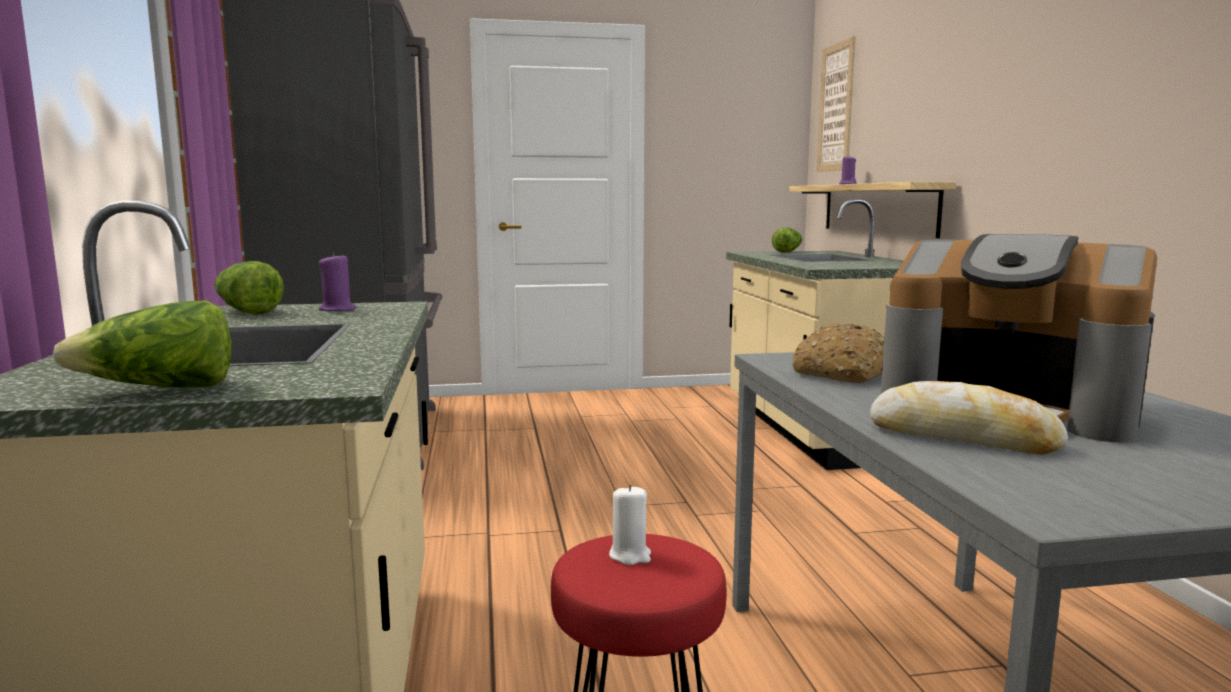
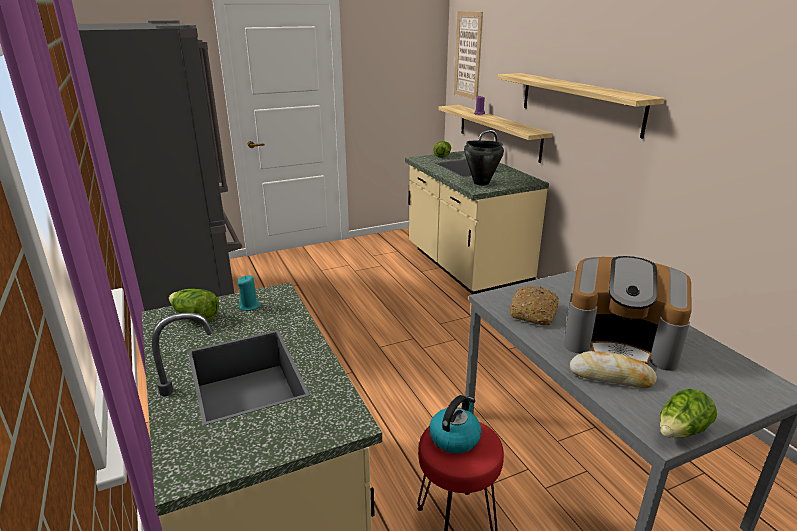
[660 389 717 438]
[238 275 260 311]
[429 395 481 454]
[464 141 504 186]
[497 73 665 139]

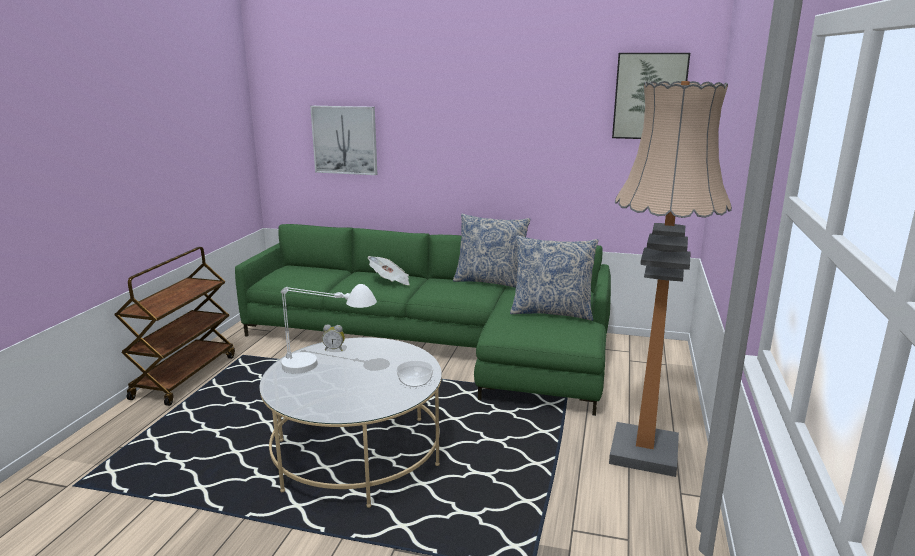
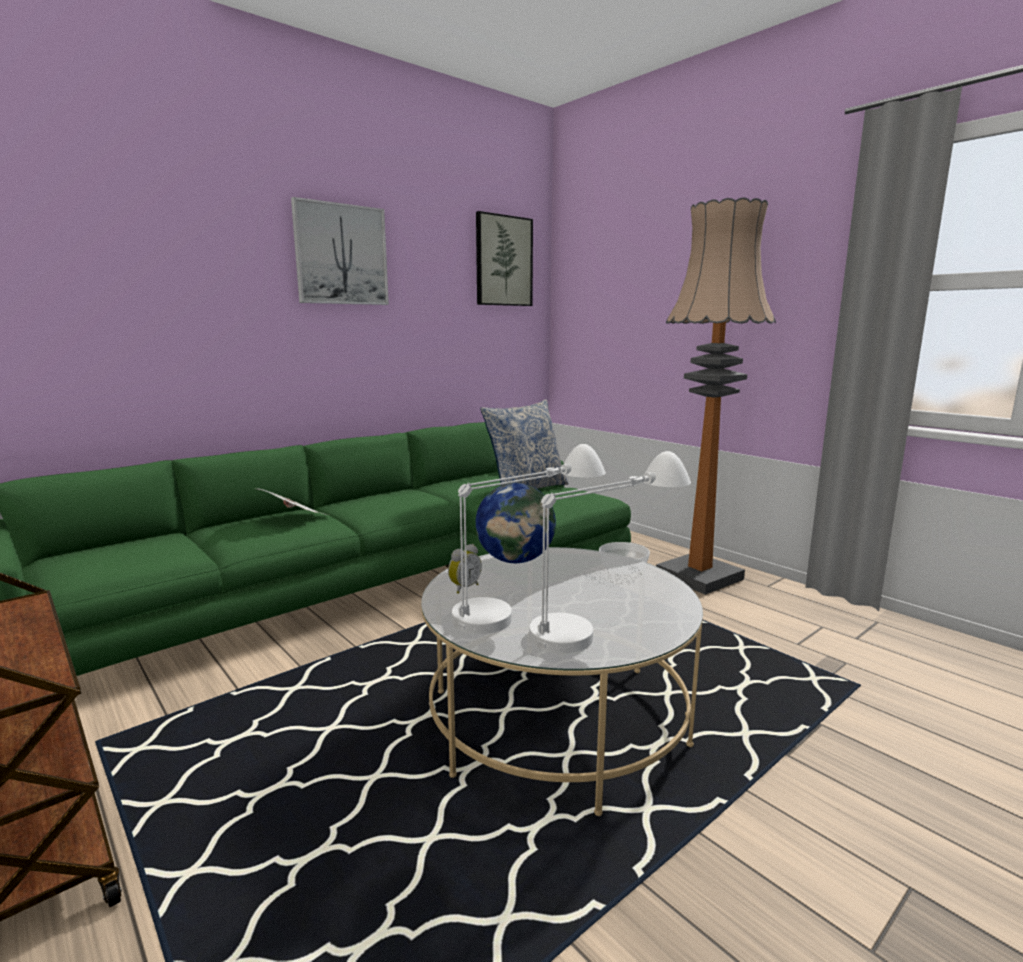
[291 197 389 305]
[453 214 530 288] (first image)
[475 483 556 563]
[529 451 691 653]

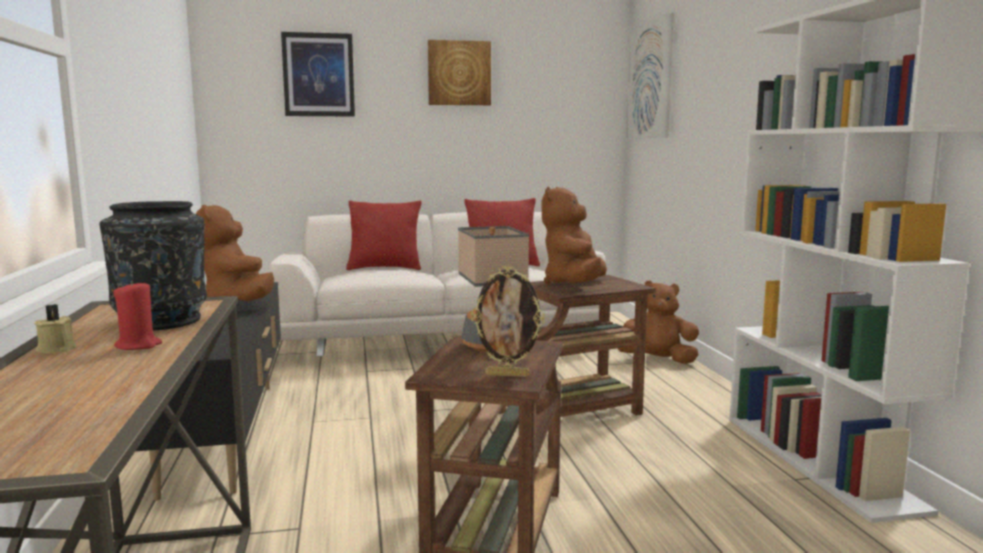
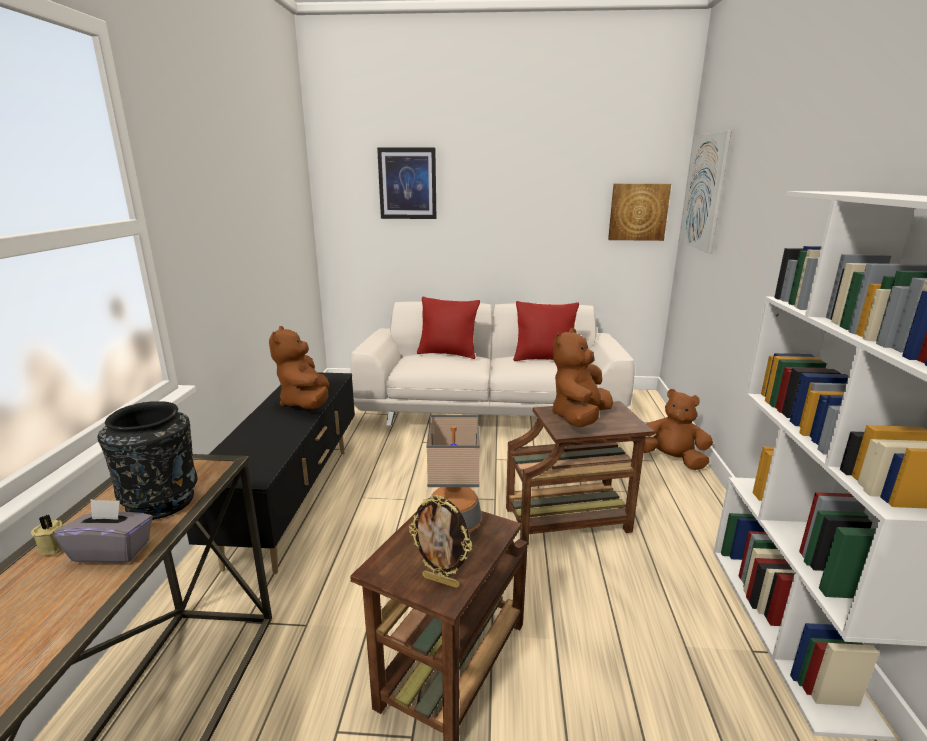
[54 499 153 563]
[608 184 671 241]

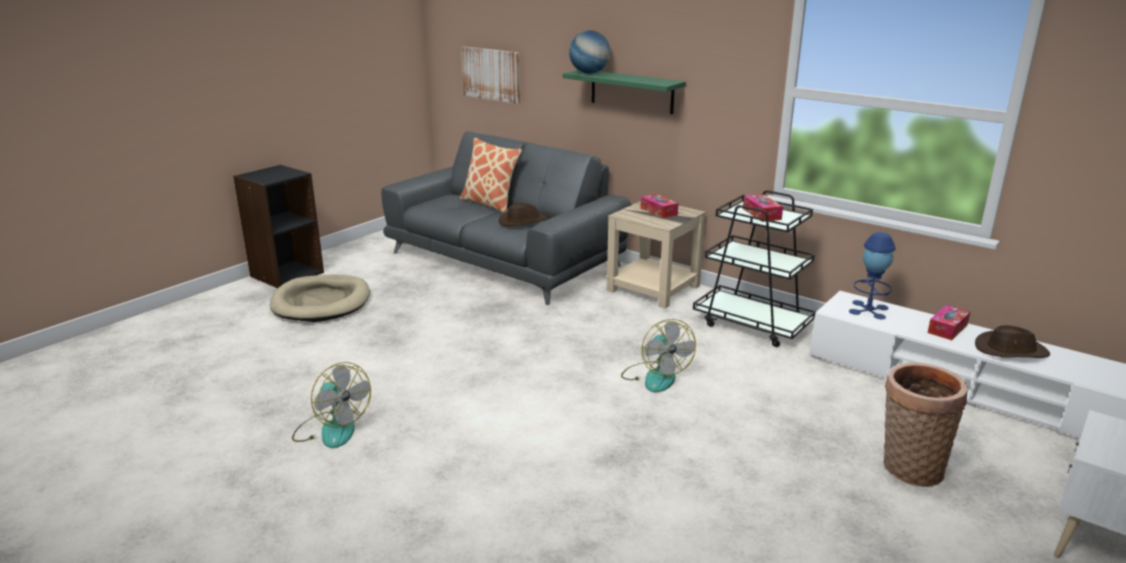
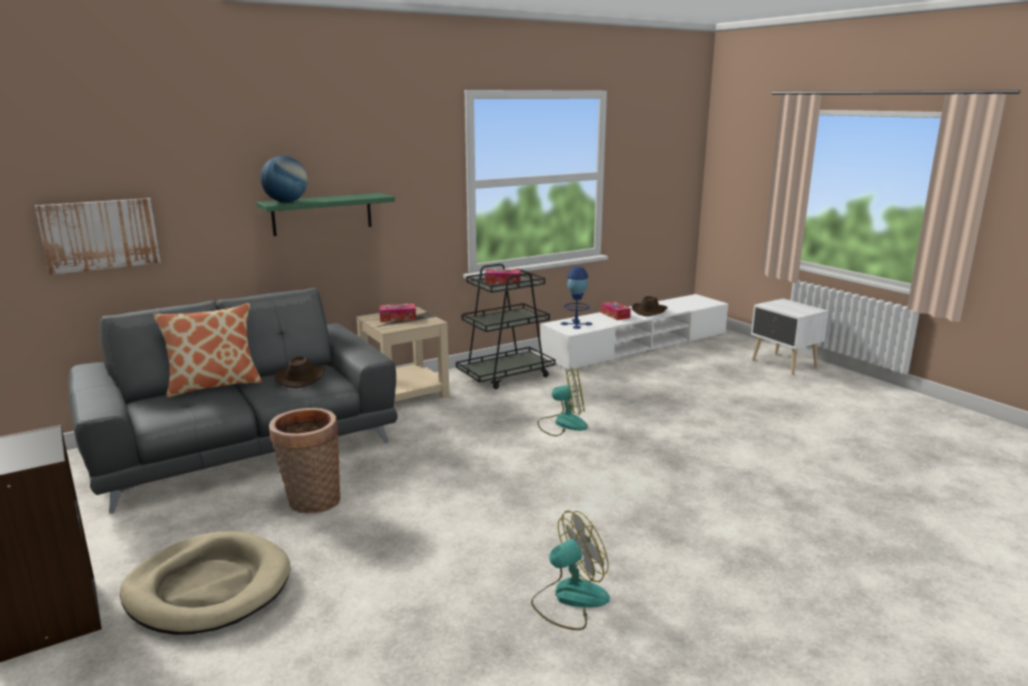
[269 408 341 513]

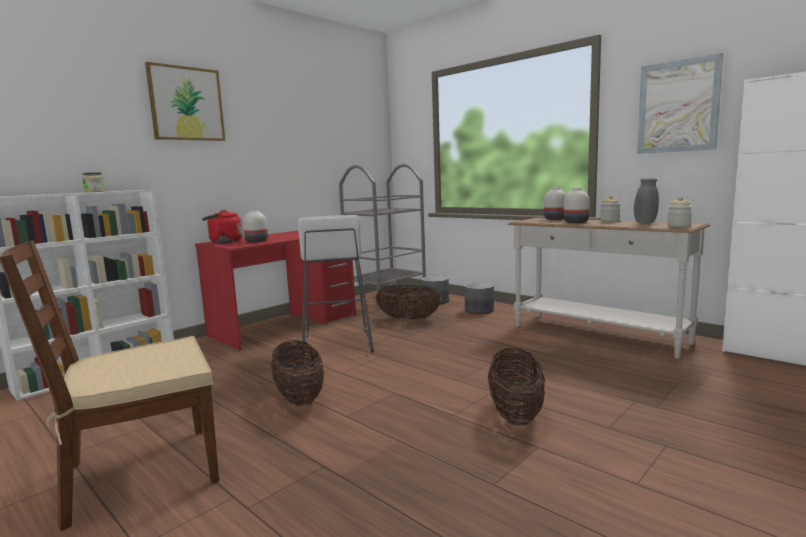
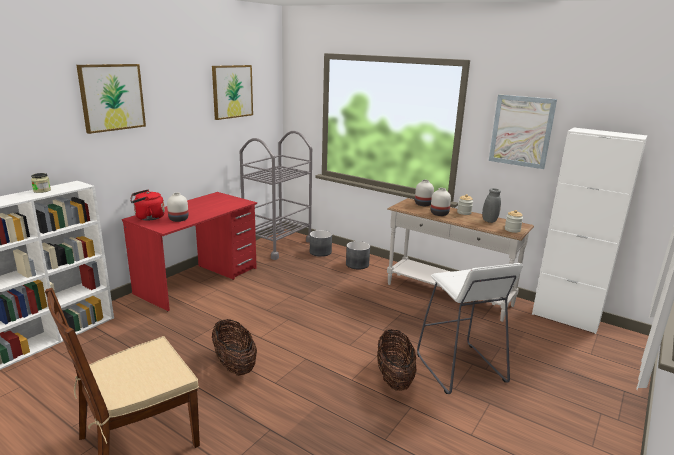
[417 263 523 394]
[376 285 441 320] (first image)
[212 65 253 120]

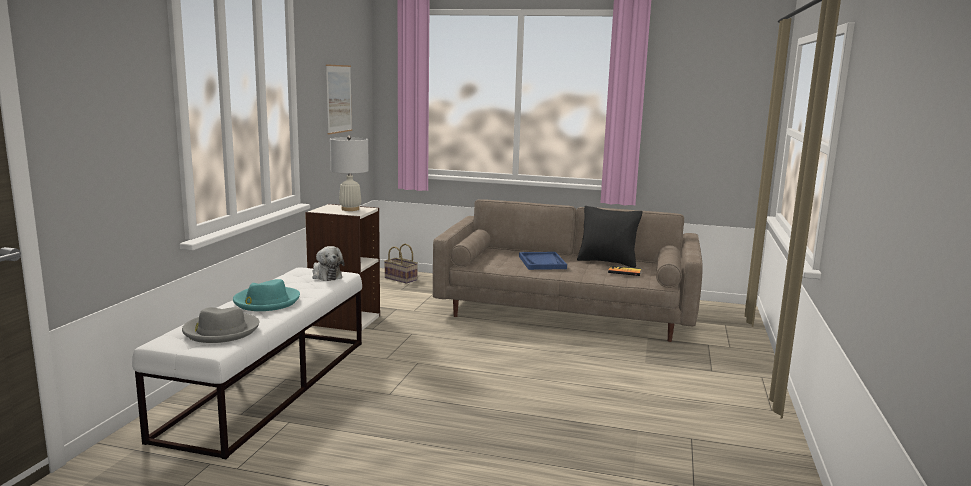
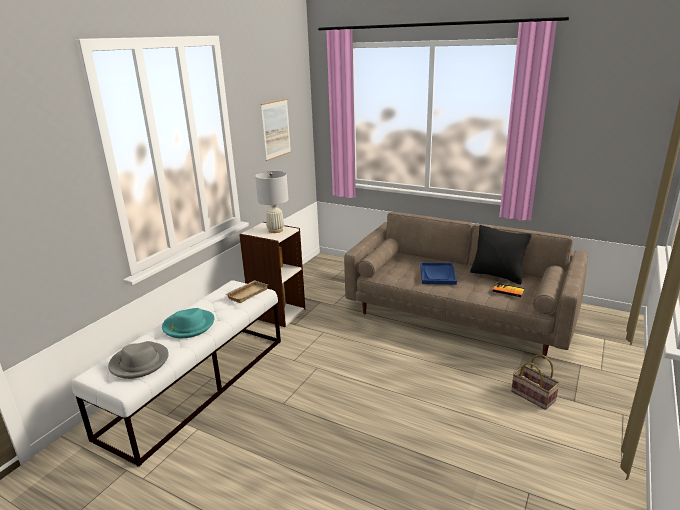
[225 280 268 303]
[511 354 560 410]

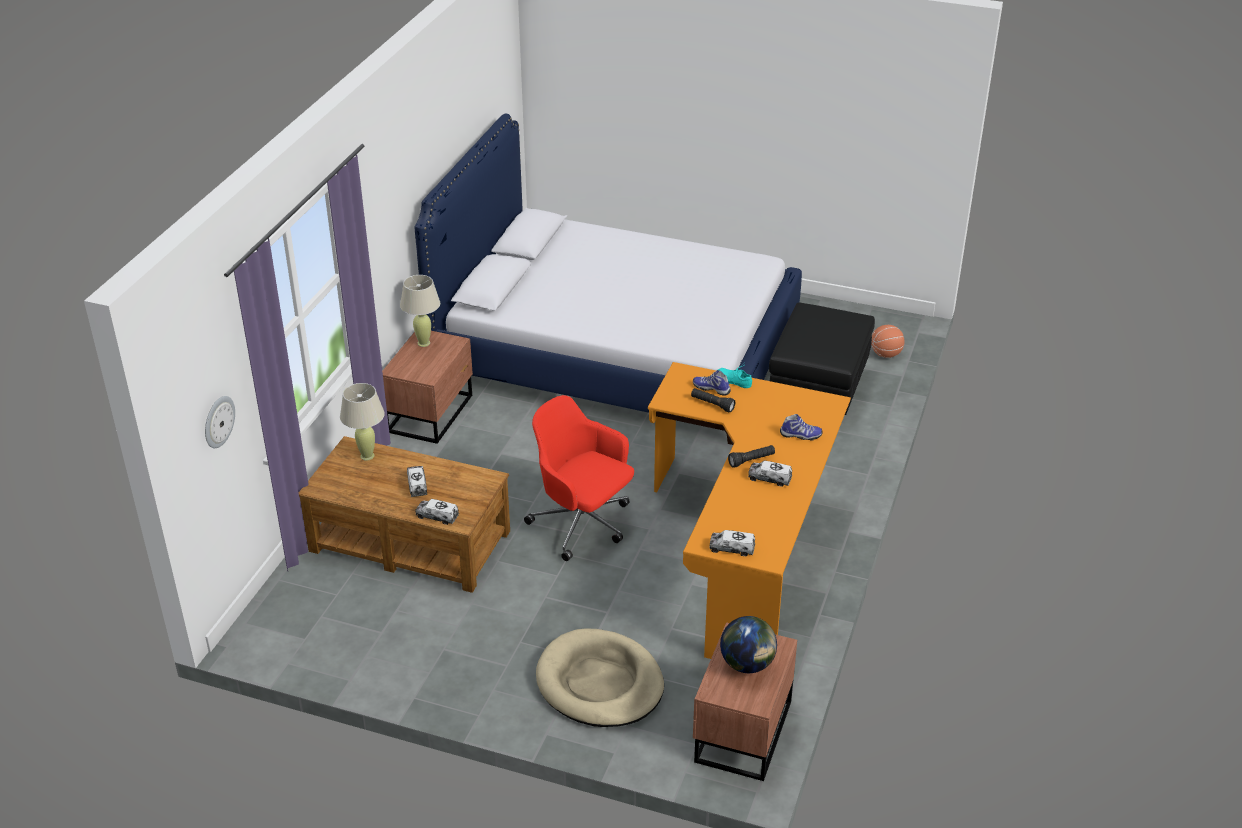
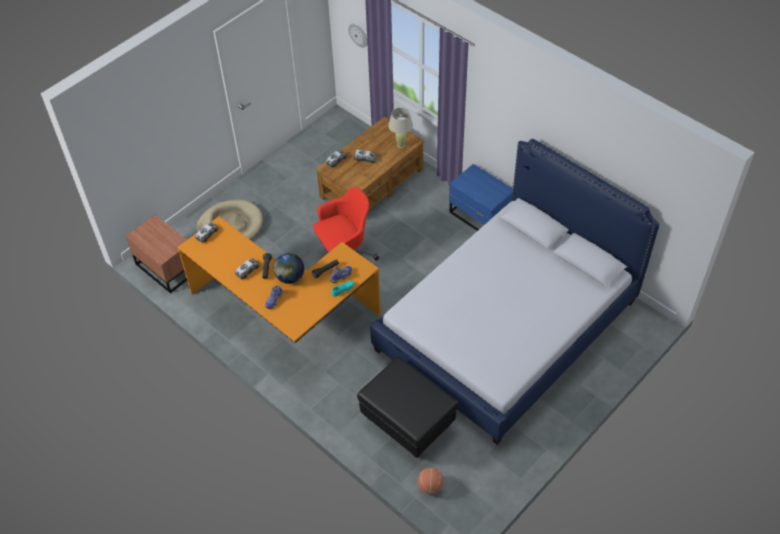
[449 164 513 231]
[400 275 440 347] (first image)
[274 253 304 284]

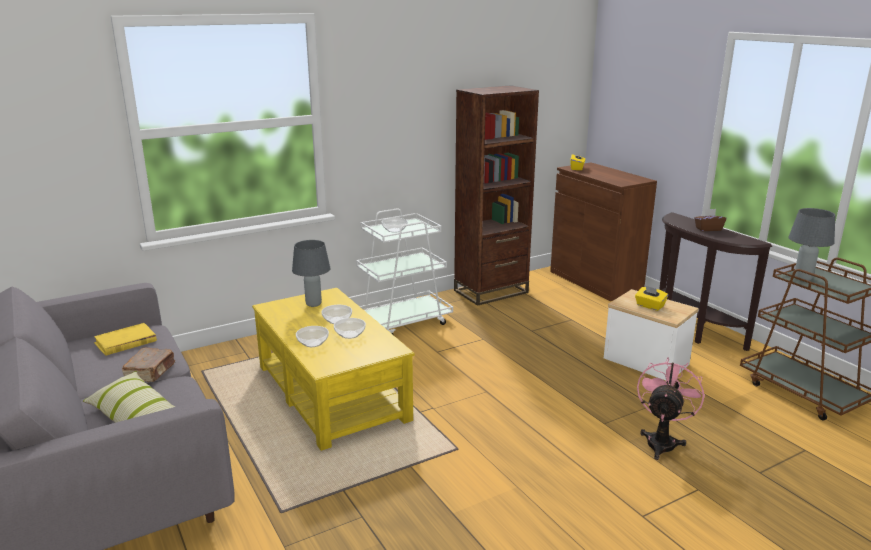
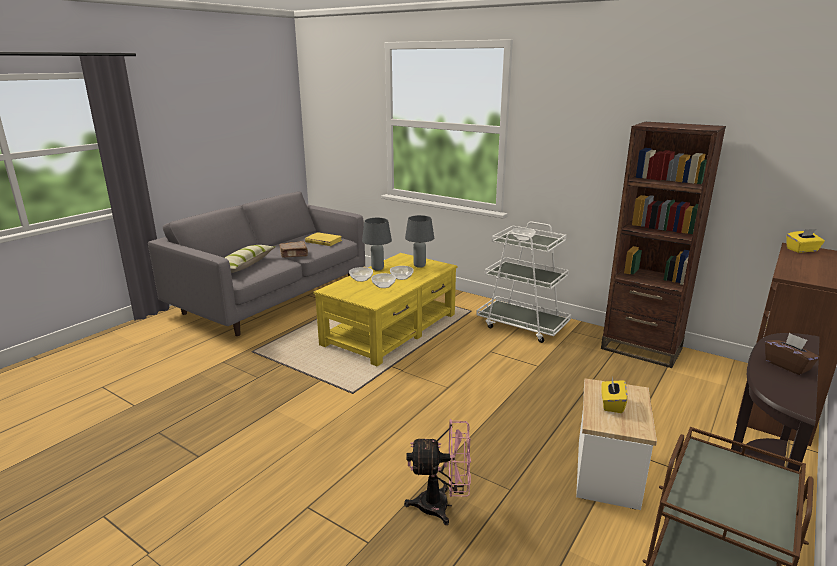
[362 218 392 271]

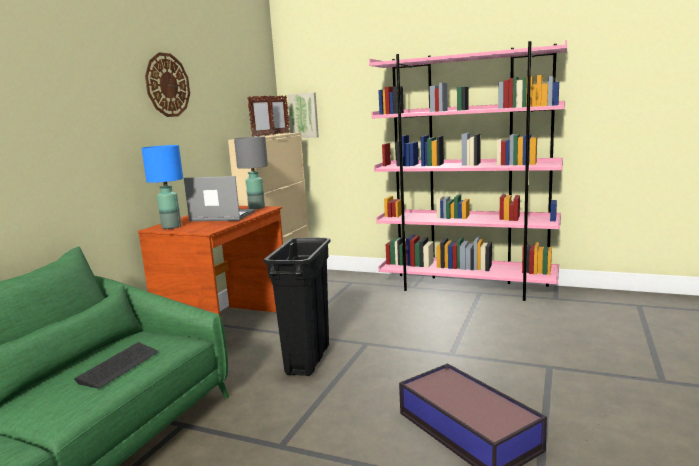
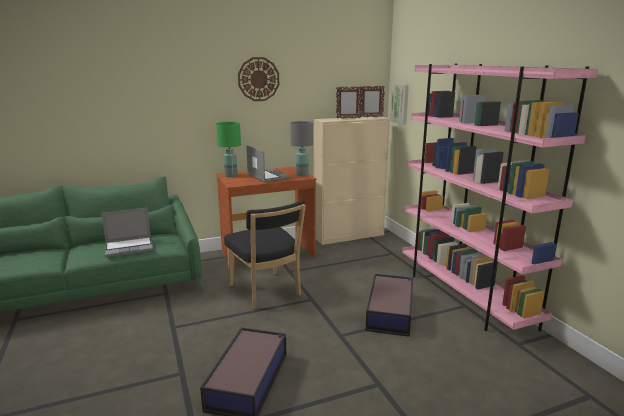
[101 208 153 257]
[216 122 241 177]
[224 200 306 309]
[366 274 413 337]

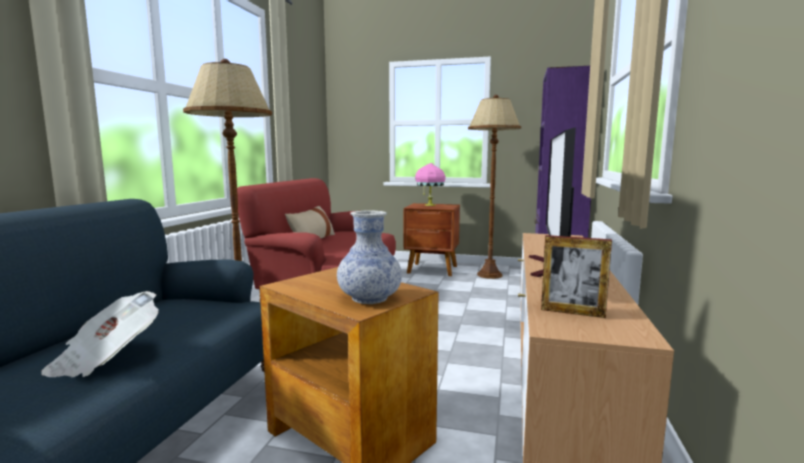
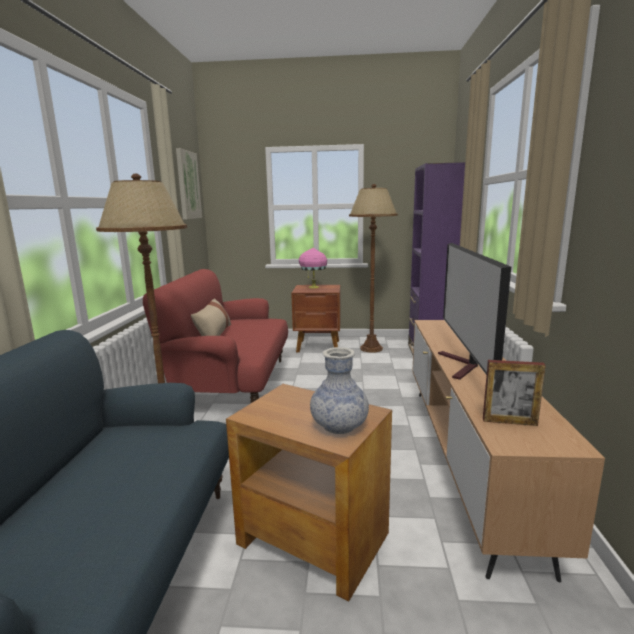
[42 291 159 377] (first image)
[176 148 202 219]

